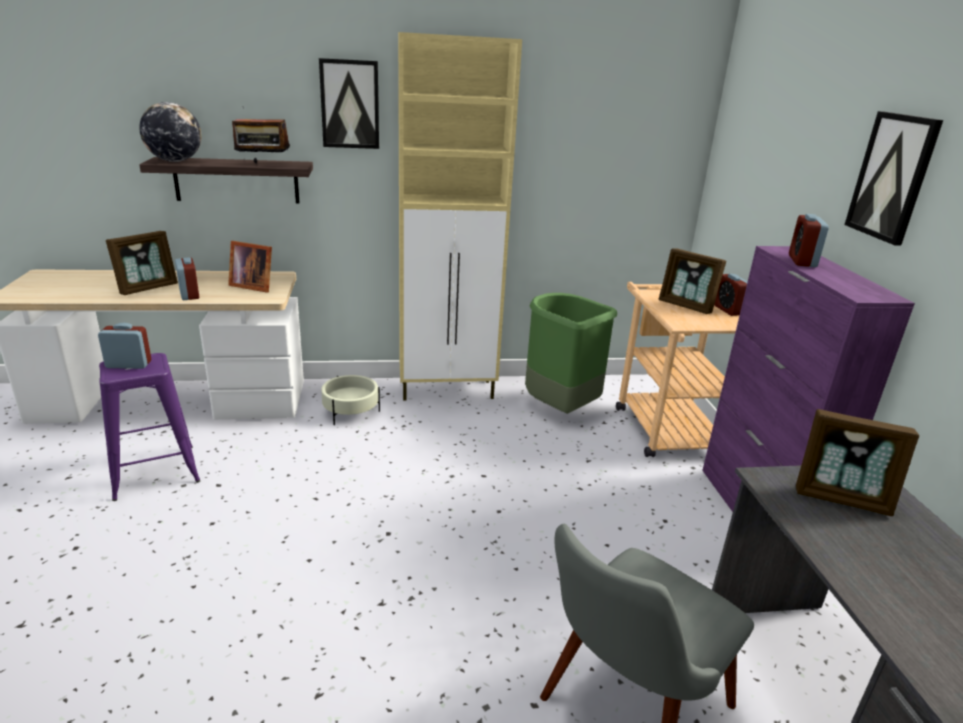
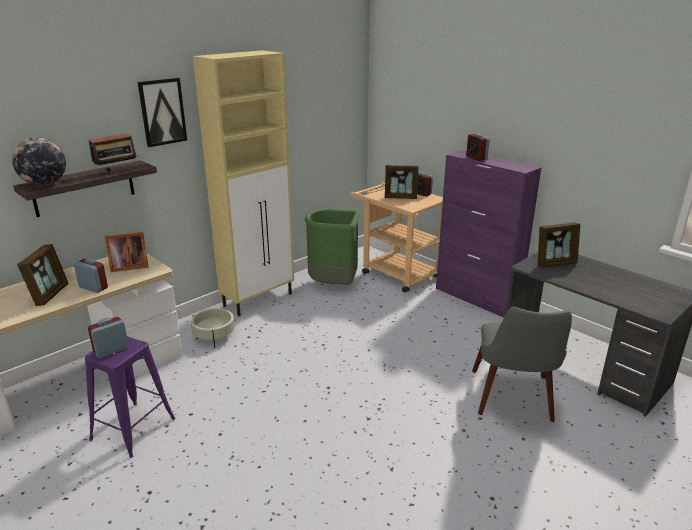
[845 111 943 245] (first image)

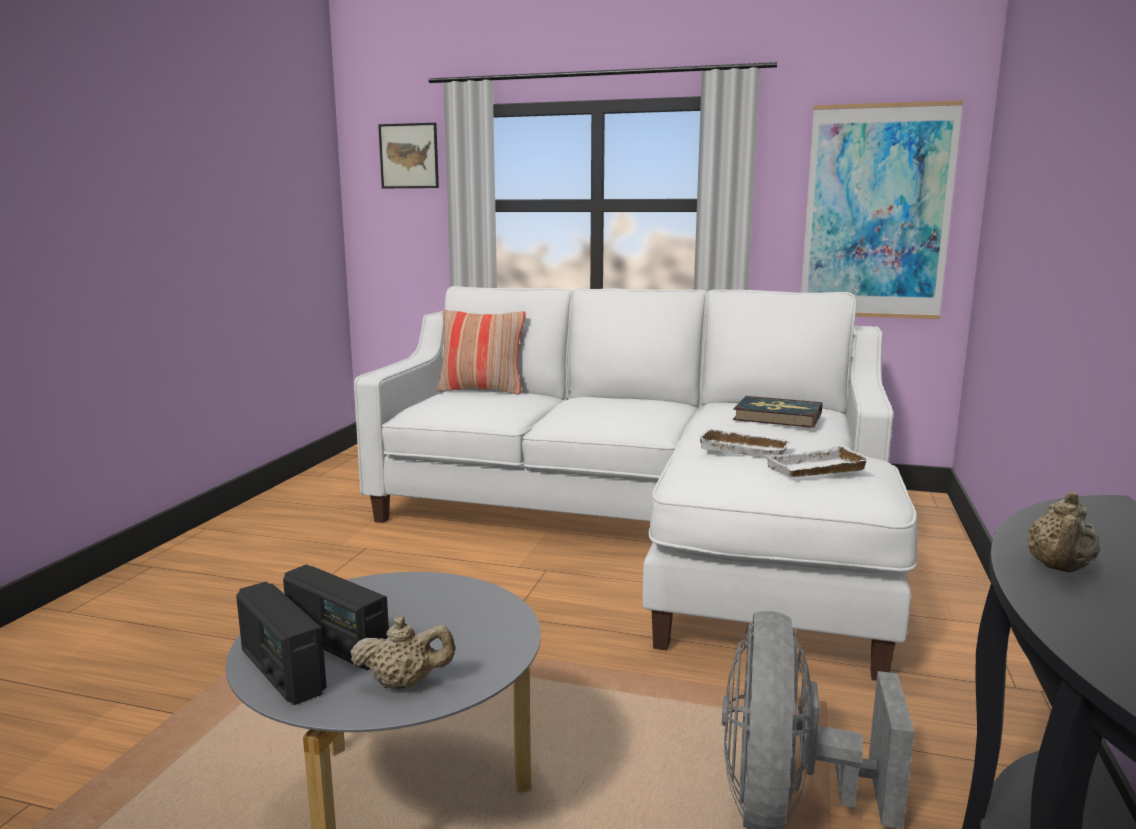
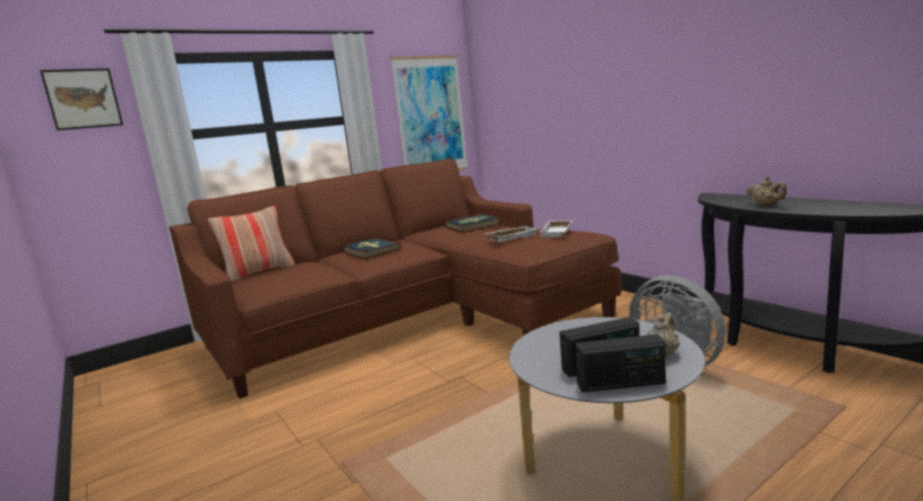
[169 158 621 399]
[343 238 401 259]

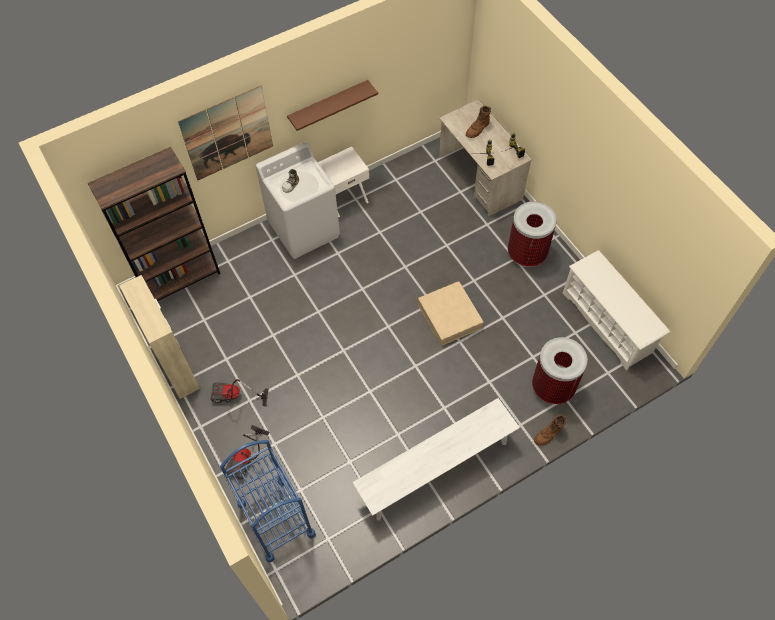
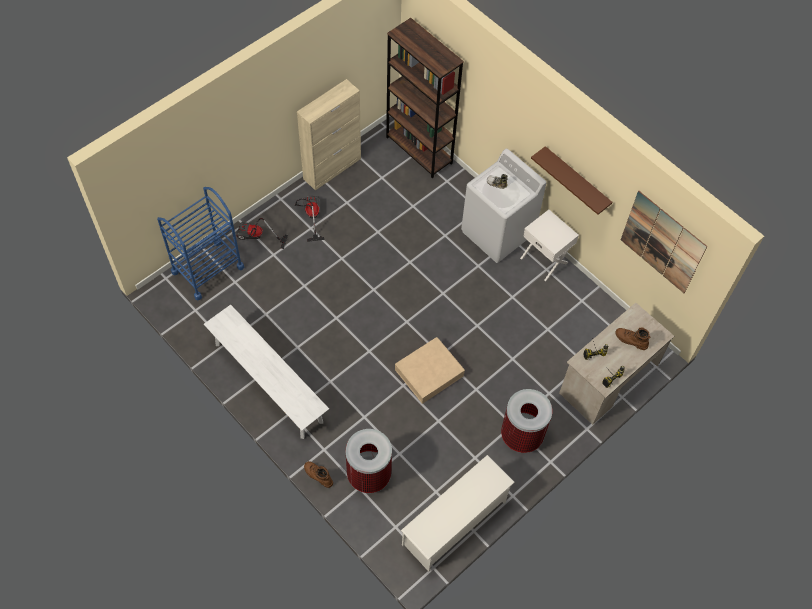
[621 191 708 293]

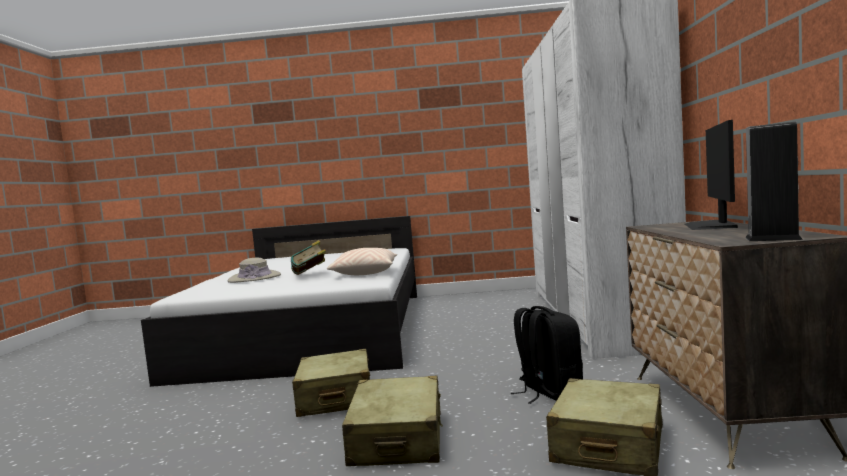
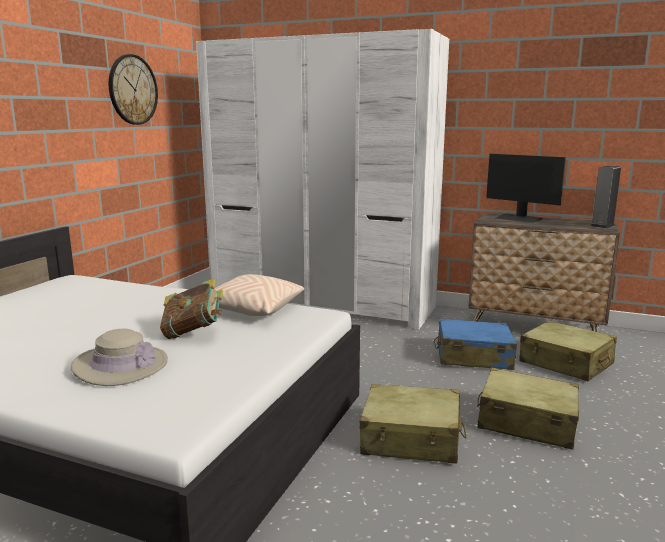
[434 318 517 370]
[109 54 158 125]

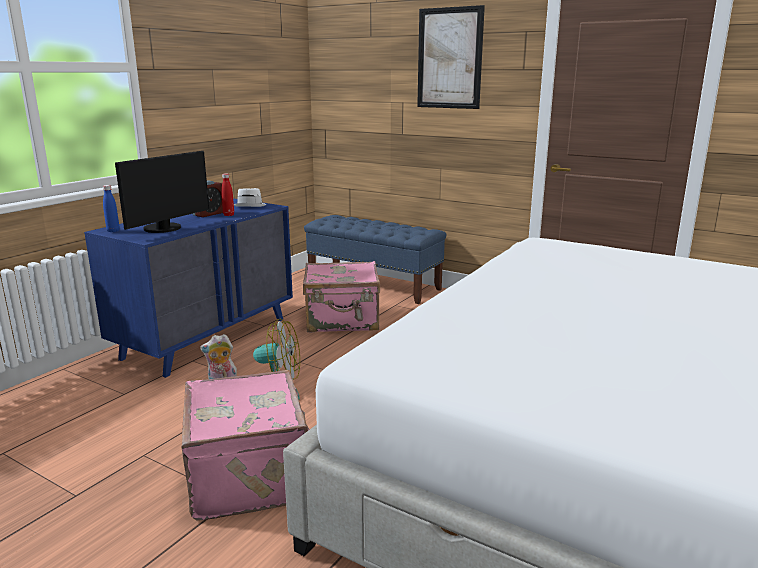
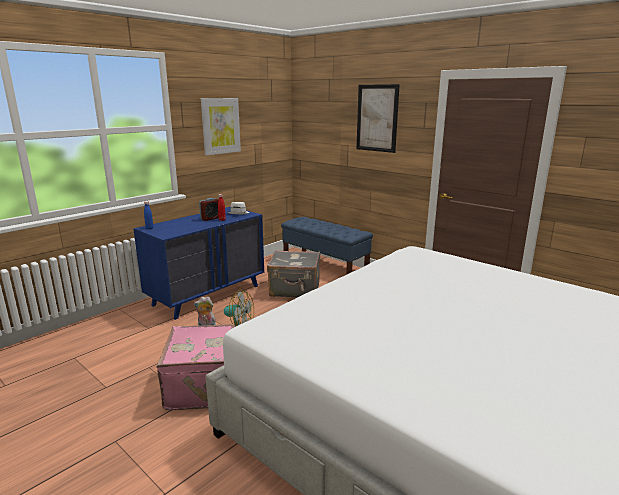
[115 151 209 233] (first image)
[267 250 320 297]
[201 98 241 156]

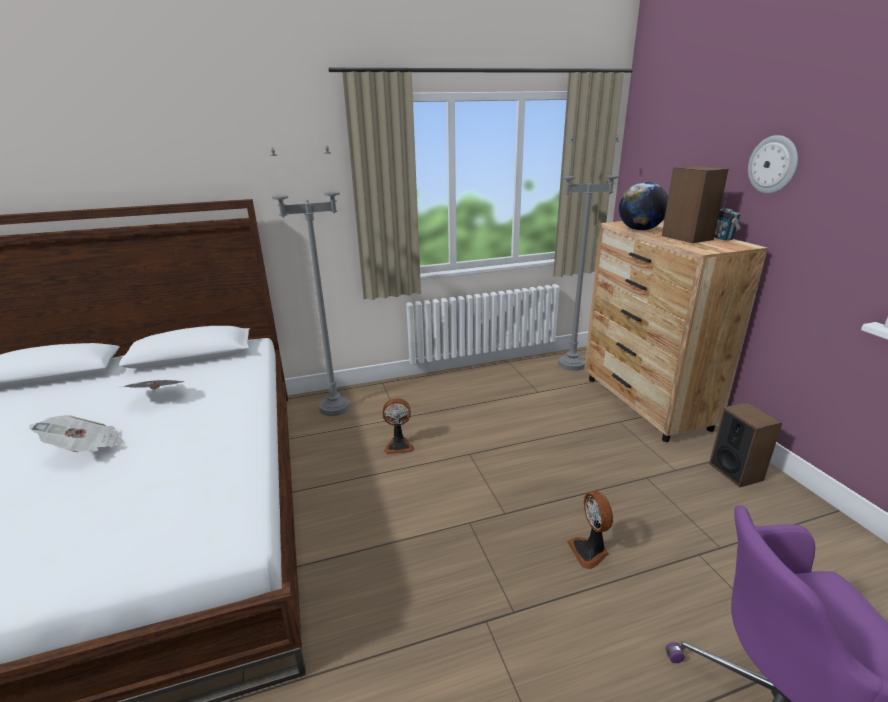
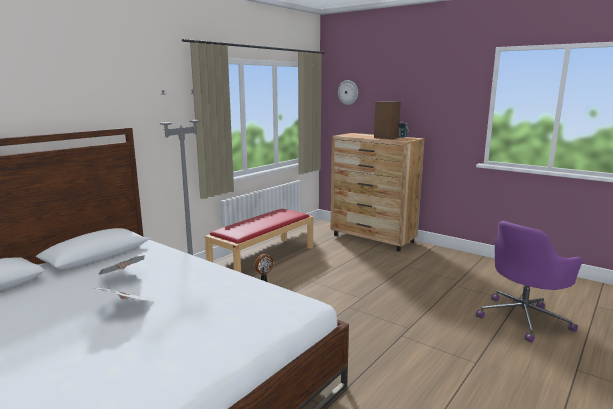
[559 136 619 371] (first image)
[567 491 613 569] (first image)
[619 182 668 231] (first image)
[709 402 782 487] (first image)
[338 80 358 105]
[205 209 313 272]

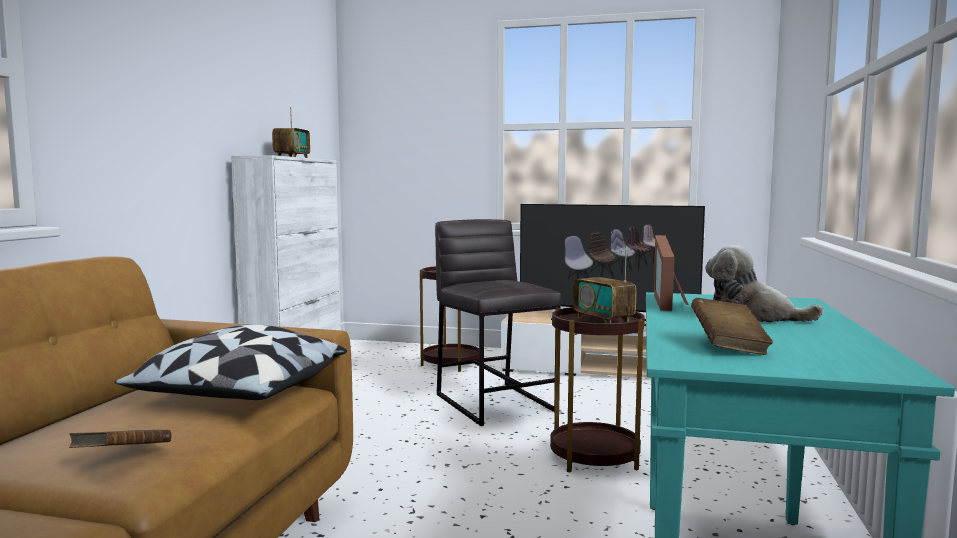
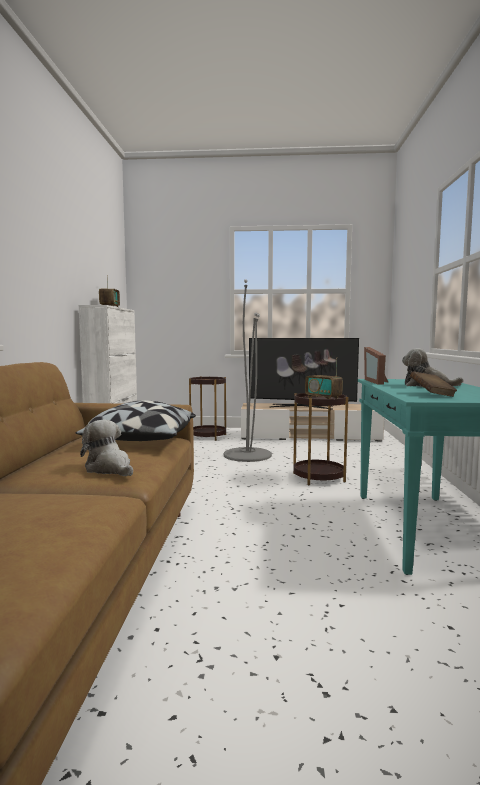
[80 419 133 476]
[223 279 272 462]

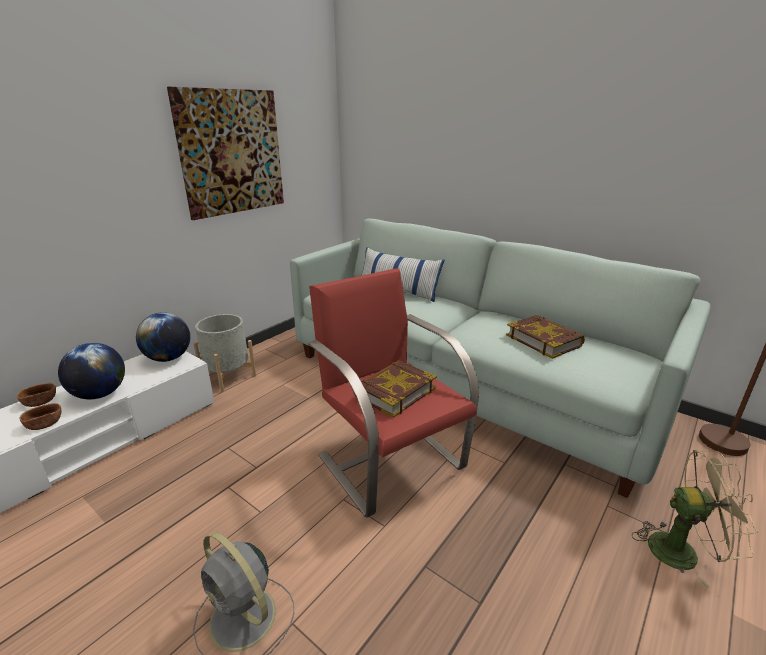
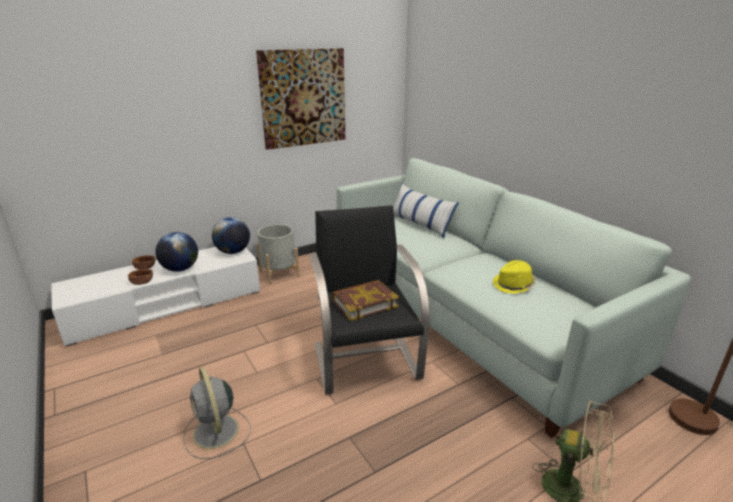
[309 205 430 395]
[493 260 535 294]

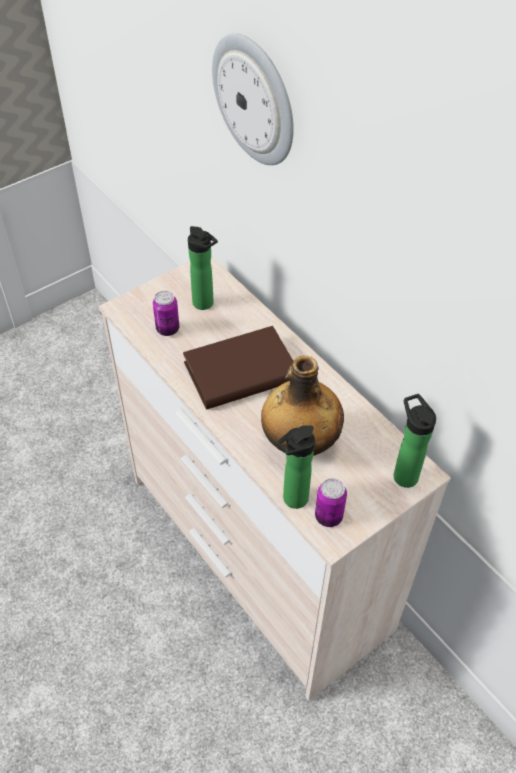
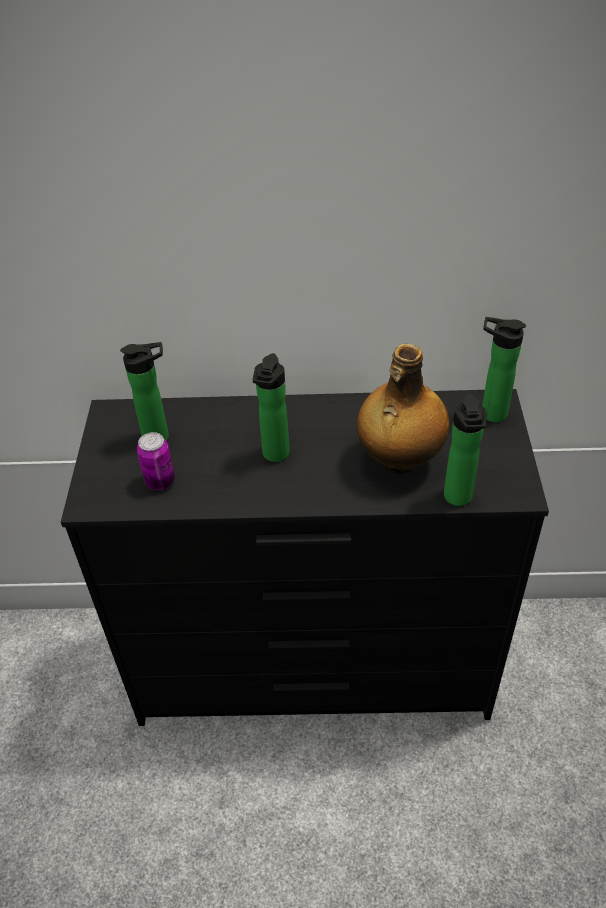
[61 389 549 726]
[253 353 290 462]
[212 33 294 165] (first image)
[315 478 347 527] (first image)

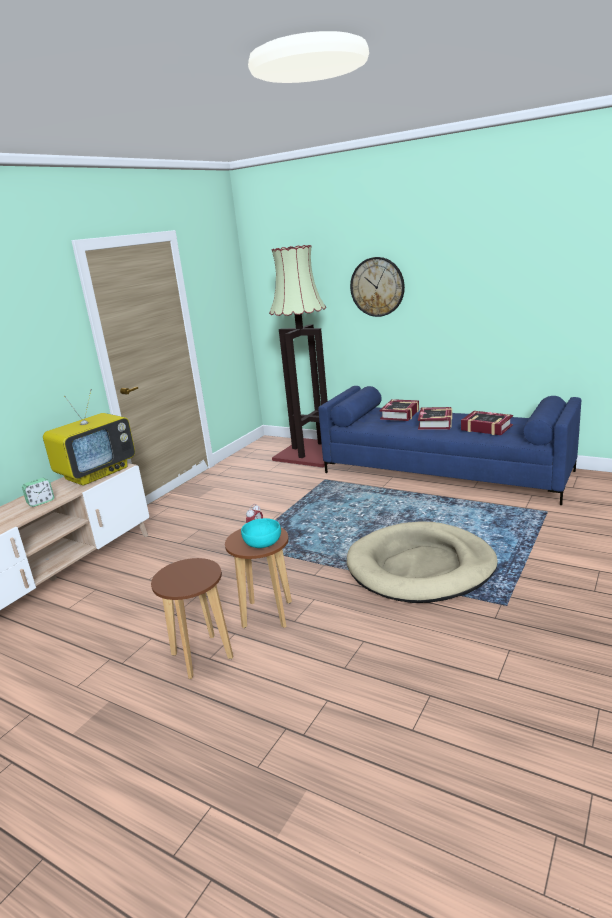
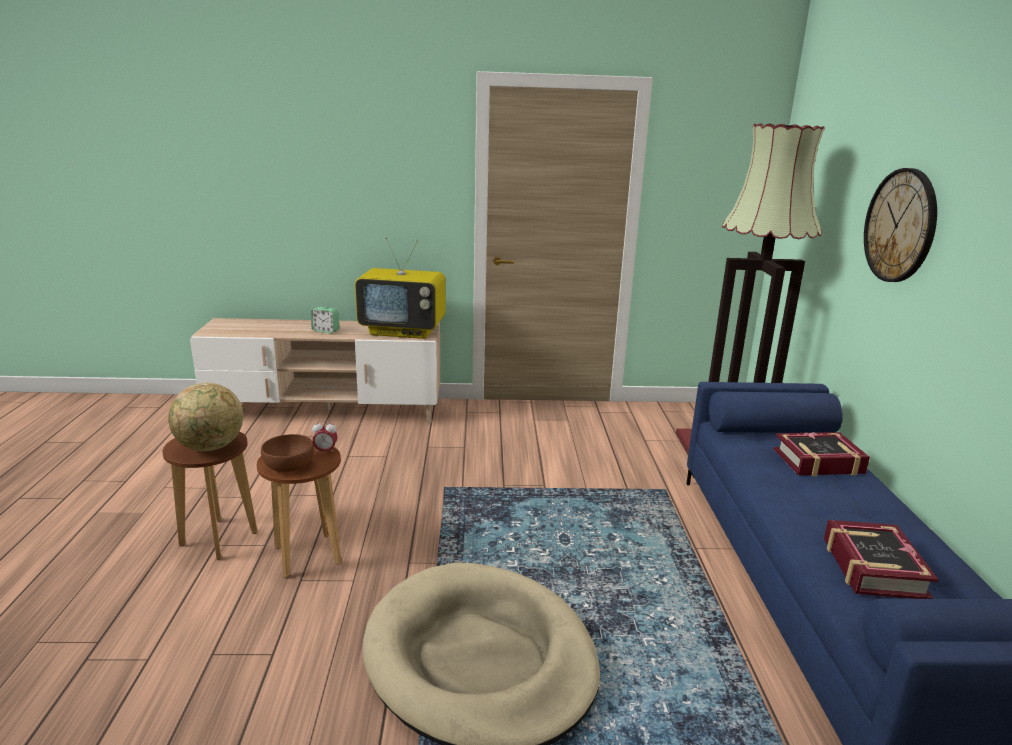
[261 434 314 472]
[418 407 452 430] (first image)
[168 383 243 451]

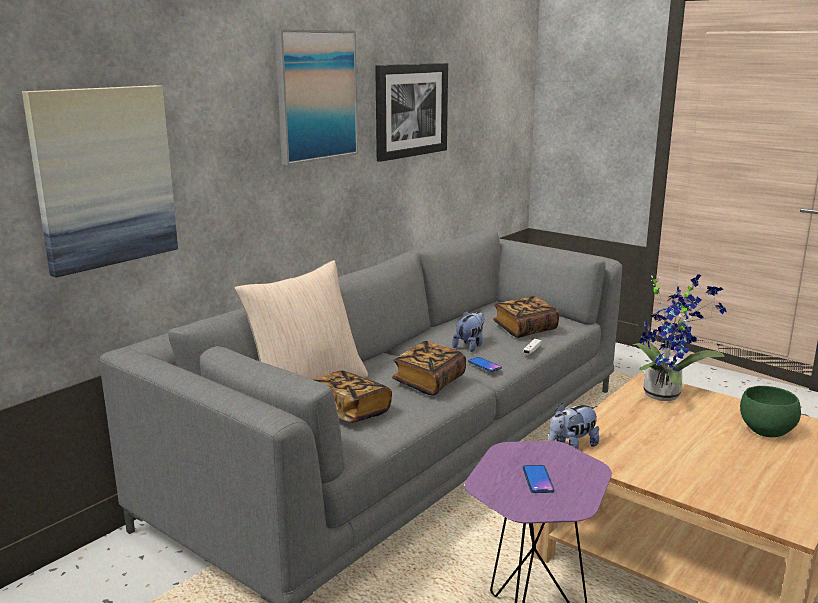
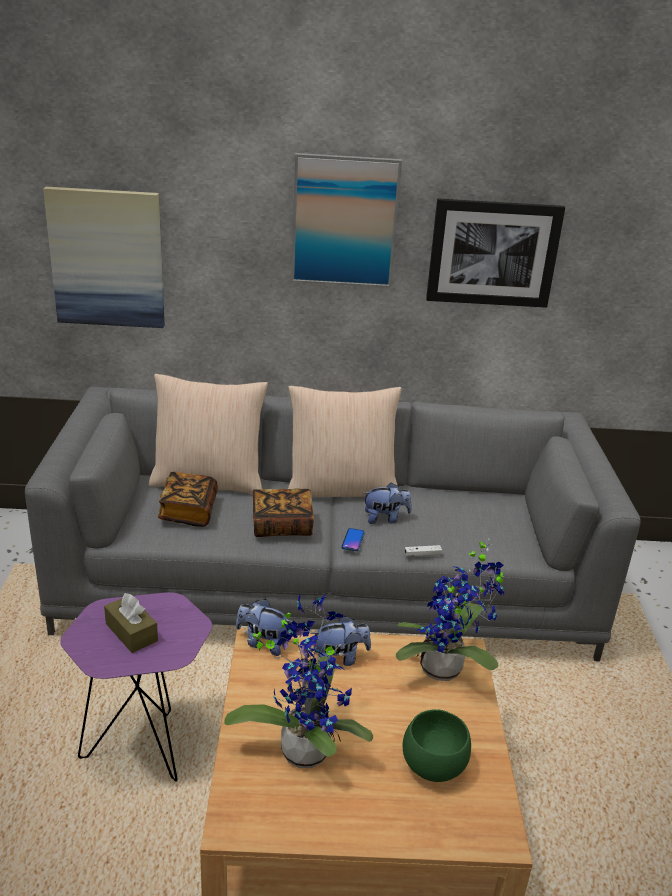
[493 296 559 338] (first image)
[104 593 158 653]
[224 594 373 768]
[288 386 401 497]
[310 616 371 666]

